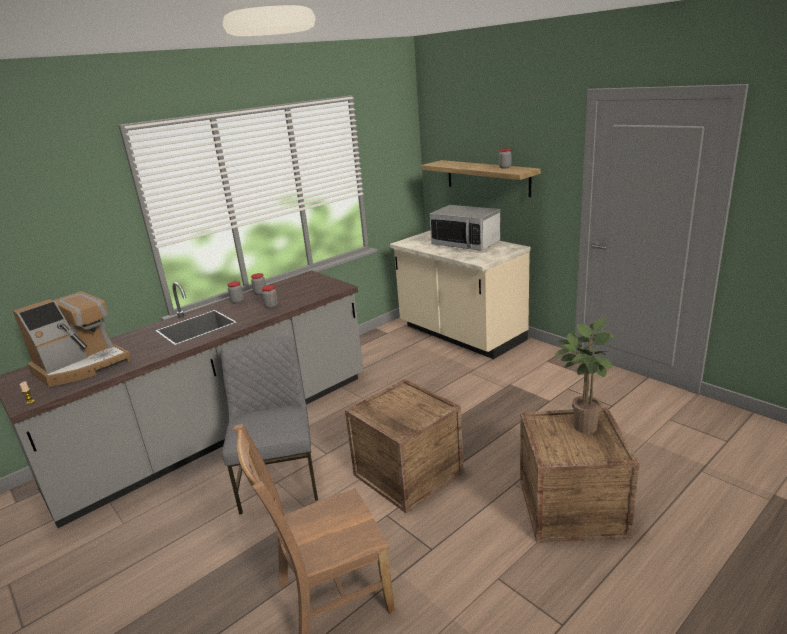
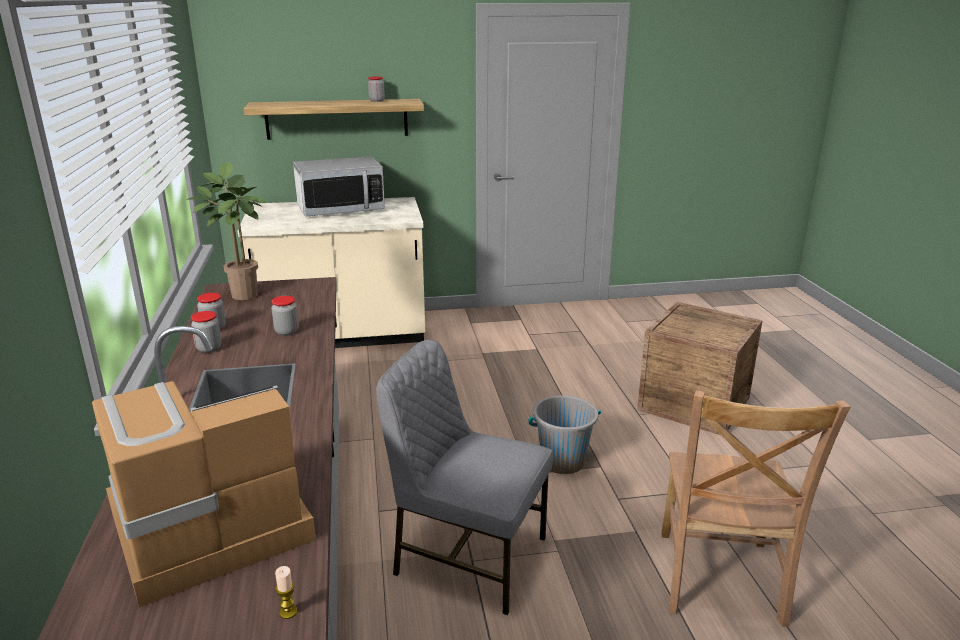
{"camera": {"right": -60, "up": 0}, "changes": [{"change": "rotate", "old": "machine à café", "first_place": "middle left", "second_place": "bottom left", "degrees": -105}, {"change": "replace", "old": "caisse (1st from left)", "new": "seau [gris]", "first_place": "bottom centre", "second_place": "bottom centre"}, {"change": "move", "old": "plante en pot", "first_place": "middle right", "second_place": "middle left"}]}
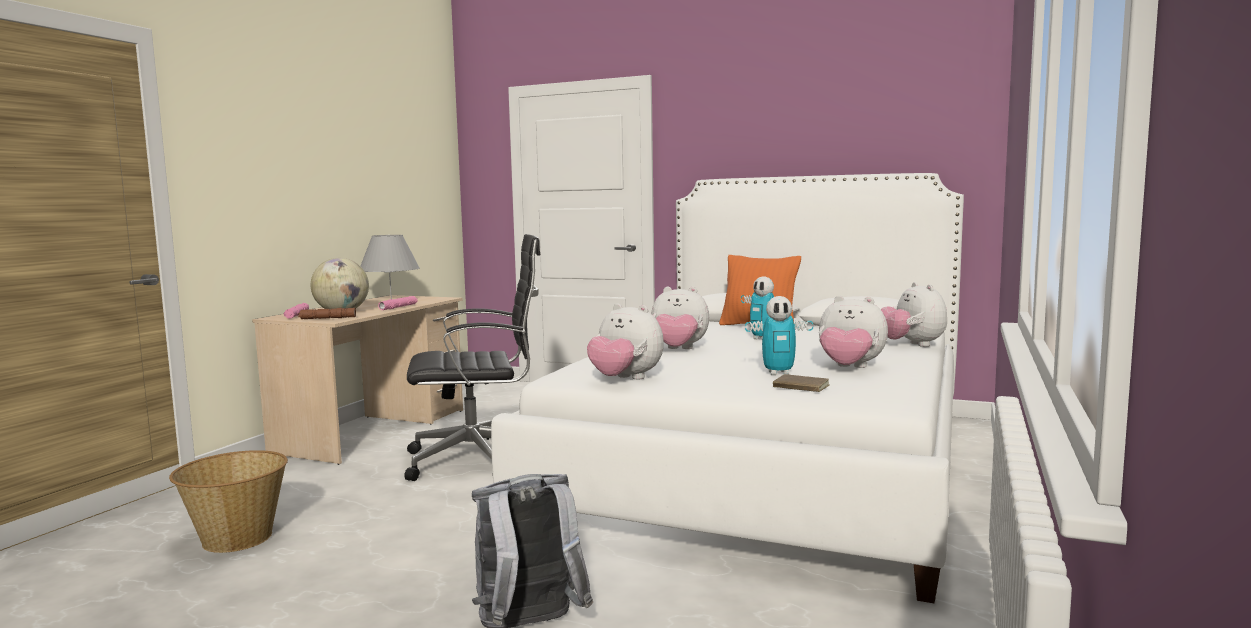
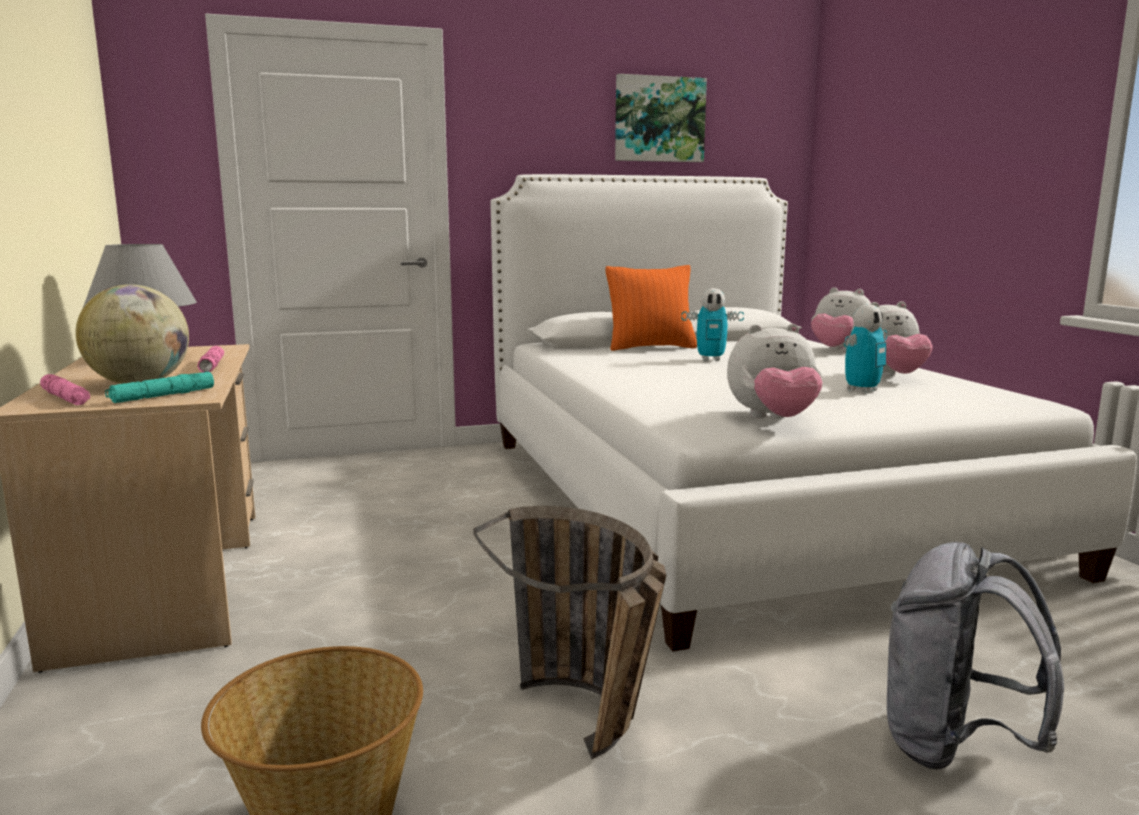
{"camera": {"right": -40, "up": 5}, "changes": [{"change": "recolor", "old": "lampe de poche [marron]", "new": "lampe de poche [turquoise]", "first_place": "middle left", "second_place": "middle left"}, {"change": "delete", "old": "chaise de bureau [noir]", "first_place": "centre"}, {"change": "delete", "old": "peluche (2nd from left)", "first_place": "centre"}, {"change": "delete", "old": "livre [marron]", "first_place": "centre"}, {"change": "insert", "new": "panier (2nd from left)", "second_place": "bottom centre"}, {"change": "insert", "new": "tableau", "second_place": "top centre"}]}
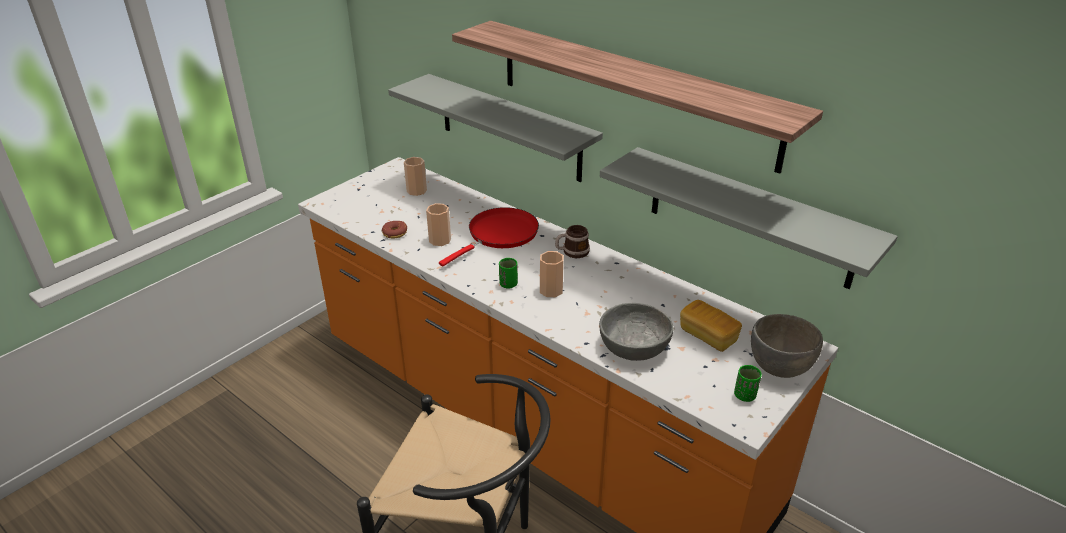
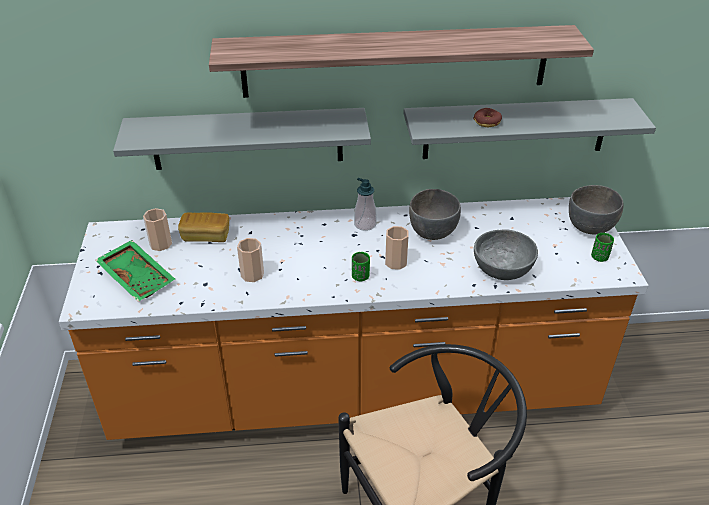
{"camera": {"right": -45, "up": 5}, "changes": [{"change": "move", "old": "beignet", "first_place": "centre", "second_place": "top right"}, {"change": "delete", "old": "poêle [rouge]", "first_place": "centre"}, {"change": "replace", "old": "mug", "new": "distributeur de savon", "first_place": "centre", "second_place": "centre"}, {"change": "move", "old": "pain", "first_place": "middle right", "second_place": "middle left"}, {"change": "insert", "new": "plateau [vert]", "second_place": "middle left"}, {"change": "insert", "new": "bol [gris] (1st from left)", "second_place": "centre"}]}
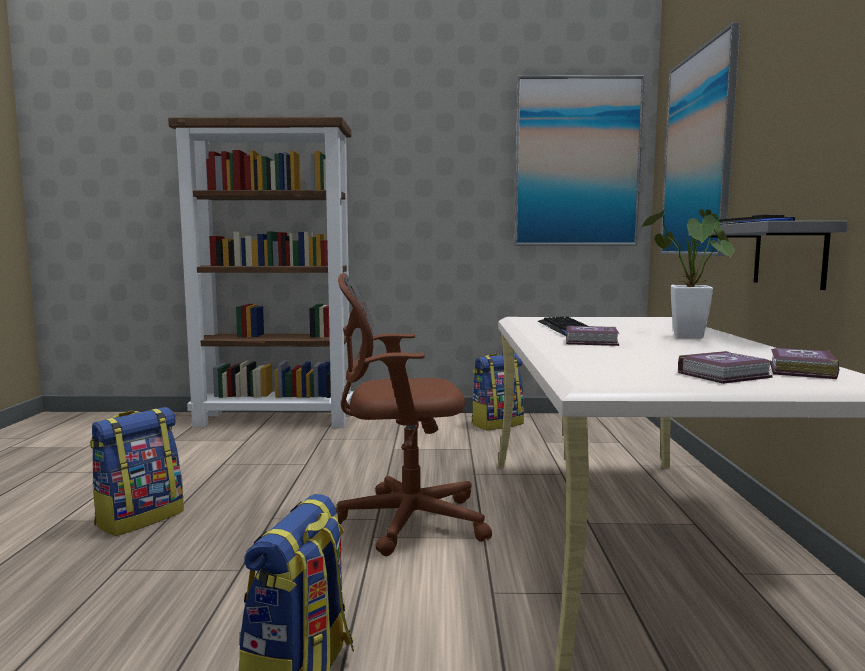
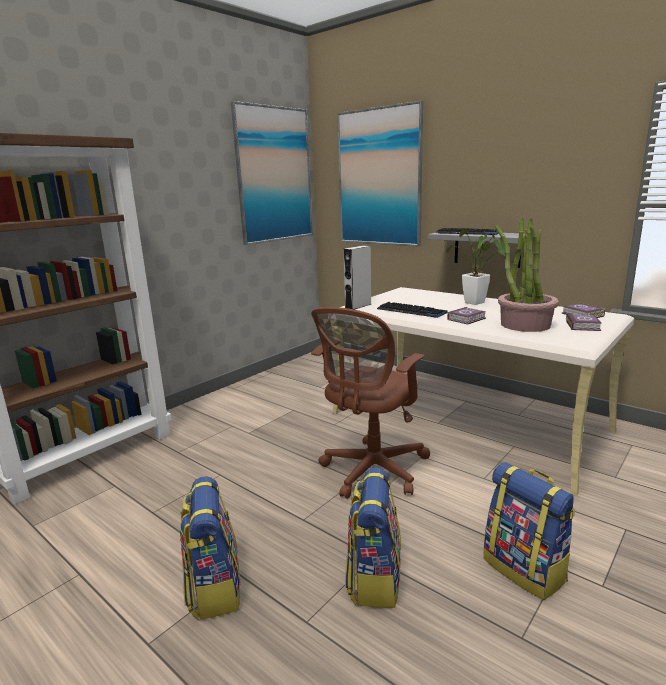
{"camera": {"right": -50, "up": 10}, "changes": [{"change": "move", "old": "sac à dos (3rd from left in the first image)", "new": "sac à dos (2nd from left)", "first_place": "centre", "second_place": "bottom centre"}, {"change": "insert", "new": "enceinte [gris]", "second_place": "centre"}, {"change": "insert", "new": "plante en pot (2nd from left)", "second_place": "middle right"}]}
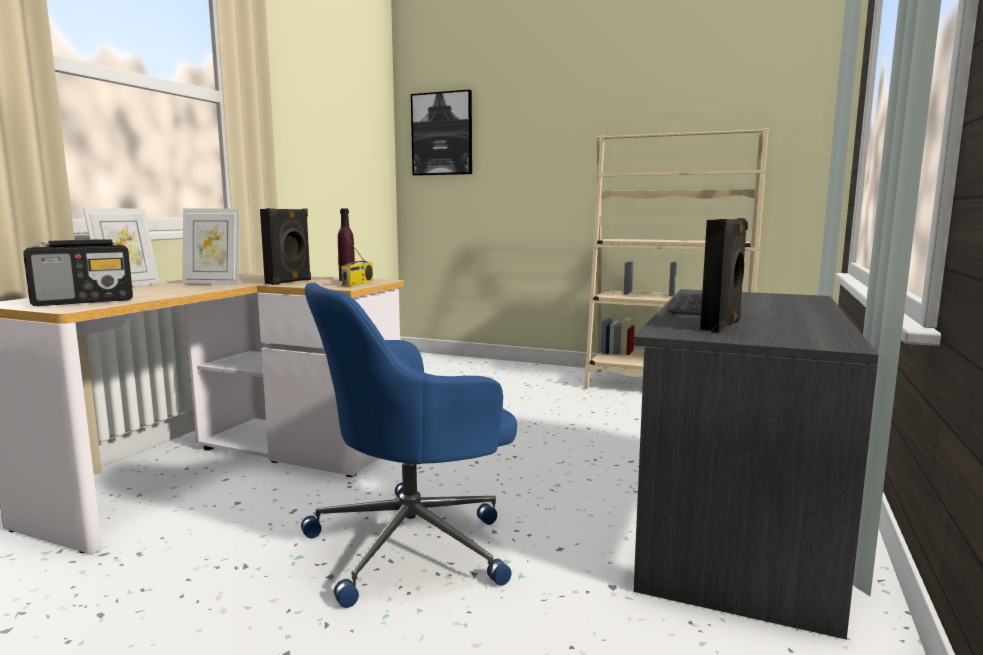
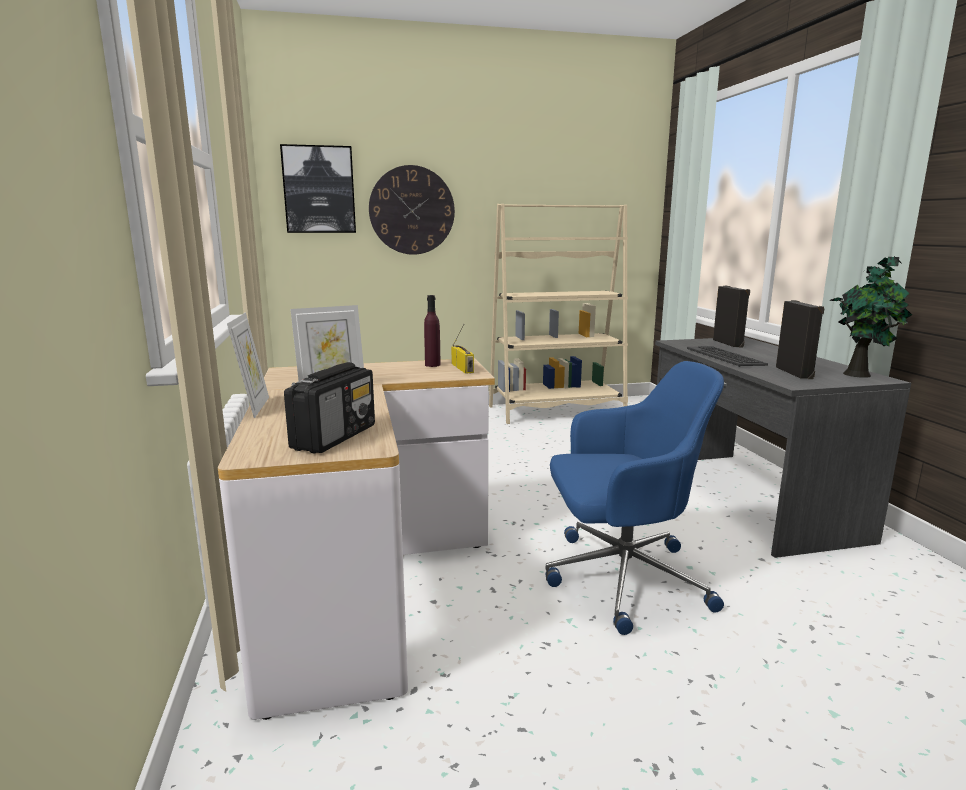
{"camera": {"right": -35, "up": 5}, "changes": [{"change": "move", "old": "enceinte [noir] (1st from left)", "first_place": "middle left", "second_place": "middle right"}, {"change": "rotate", "old": "chaise de bureau [bleu]", "first_place": "bottom centre", "second_place": "centre", "degrees": -120}, {"change": "insert", "new": "horloge murale", "second_place": "top centre"}, {"change": "insert", "new": "plante en pot", "second_place": "middle right"}]}
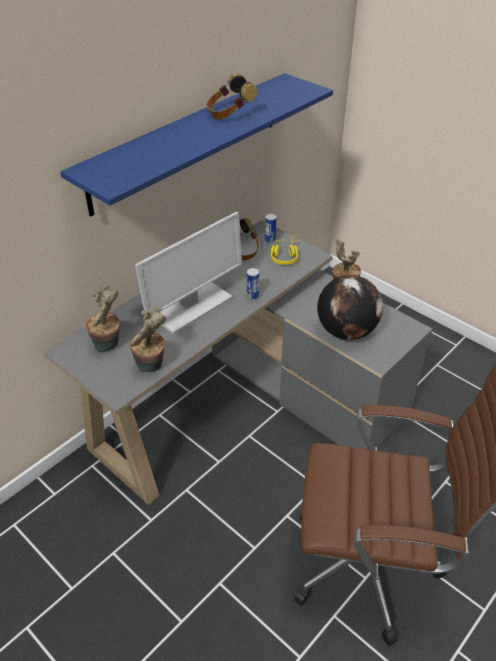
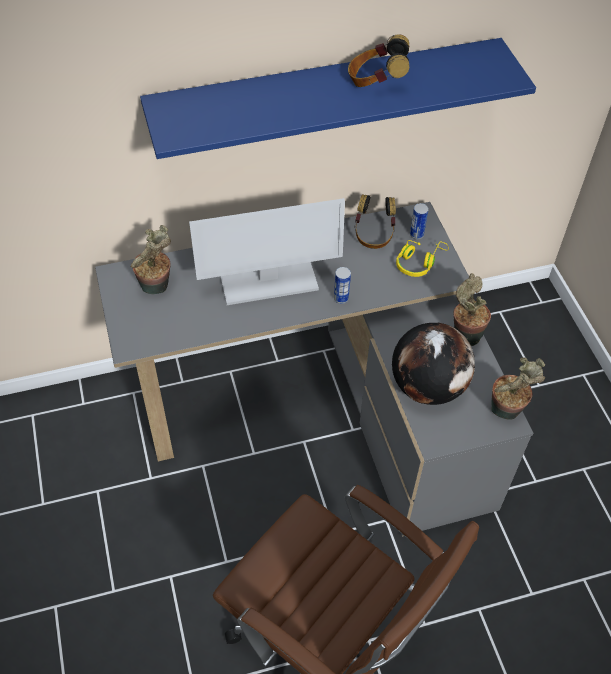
{"camera": {"right": 30, "up": 10}, "changes": [{"change": "move", "old": "plante en pot (2nd from left in the first image)", "new": "plante en pot (3rd from left)", "first_place": "middle left", "second_place": "middle right"}]}
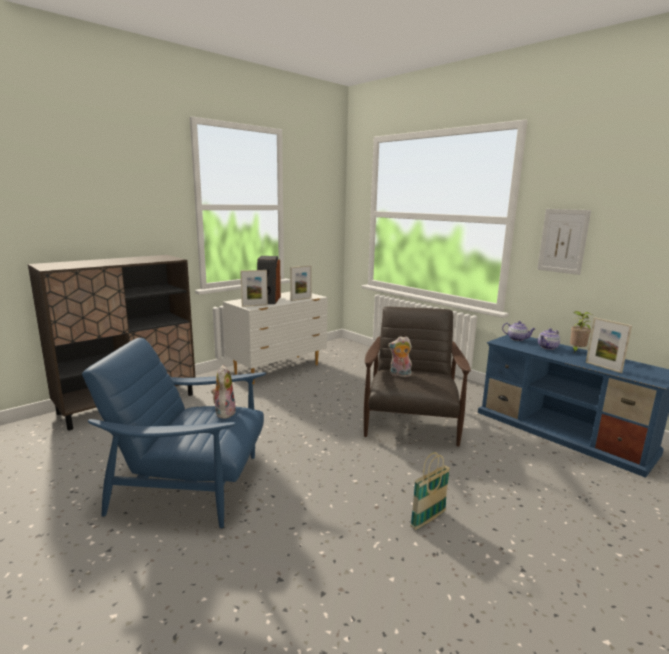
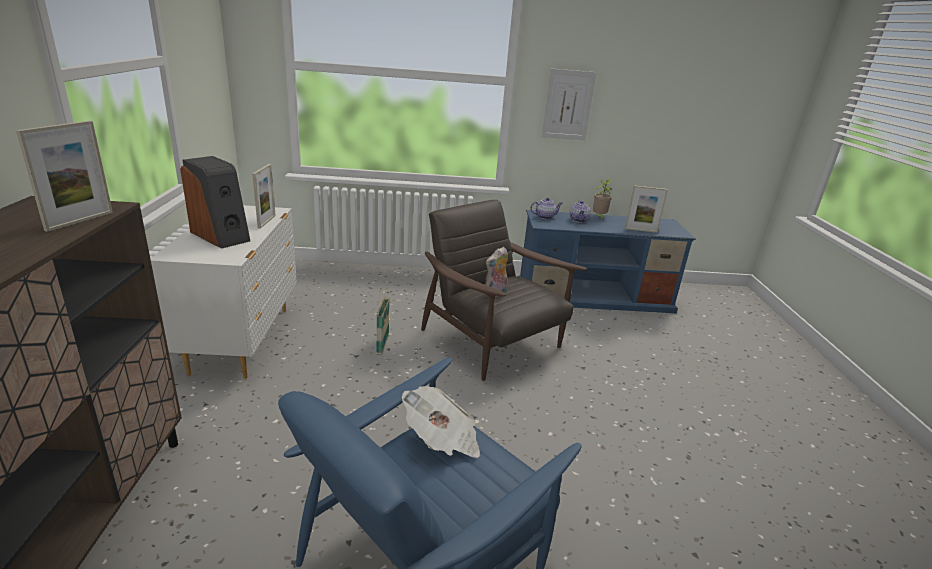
{"camera": {"right": -50, "up": 10}, "changes": [{"change": "replace", "old": "peluche (1st from left)", "new": "journal", "first_place": "centre", "second_place": "bottom centre"}, {"change": "move", "old": "cadre photo (1st from left)", "first_place": "centre", "second_place": "top left"}, {"change": "move", "old": "panier", "first_place": "bottom centre", "second_place": "centre"}]}
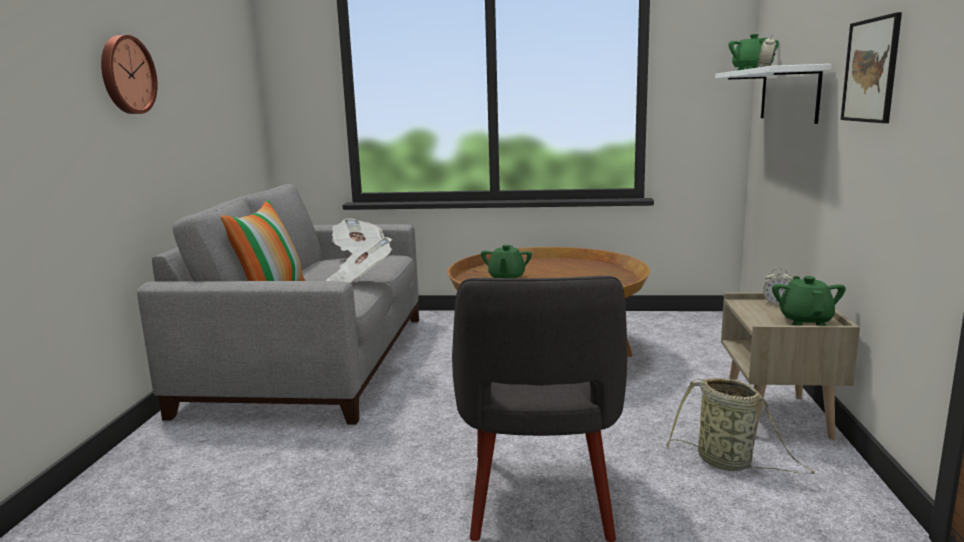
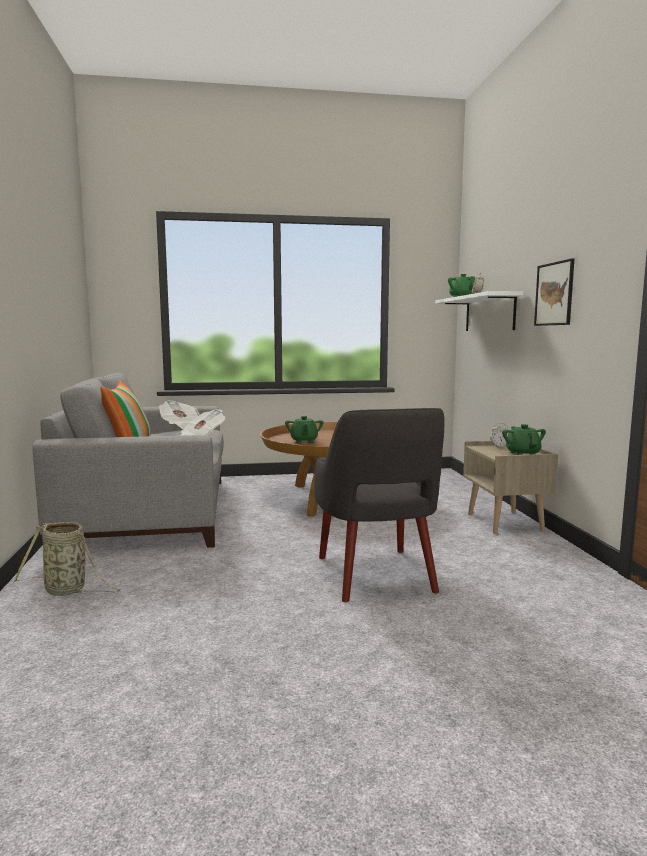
{"camera": {"right": -15, "up": -5}, "changes": [{"change": "delete", "old": "horloge murale", "first_place": "top left"}, {"change": "move", "old": "panier", "first_place": "bottom right", "second_place": "middle left"}]}
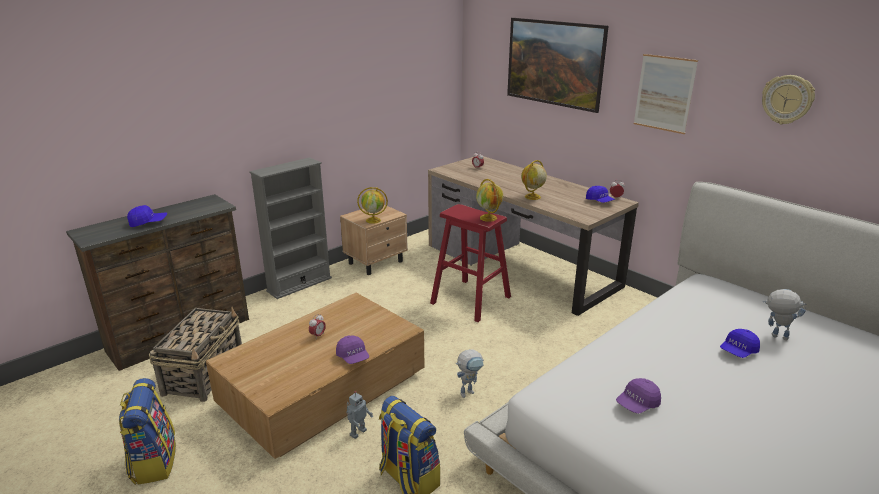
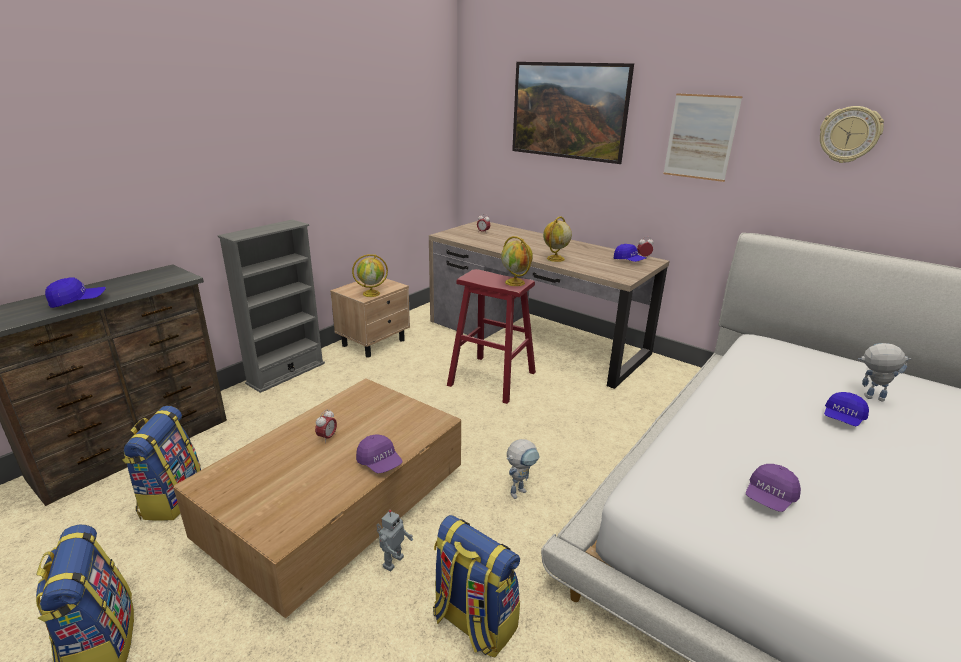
{"camera": {"right": -10, "up": 0}, "changes": [{"change": "replace", "old": "panier", "new": "sac à dos (2nd from left)", "first_place": "bottom left", "second_place": "bottom left"}]}
